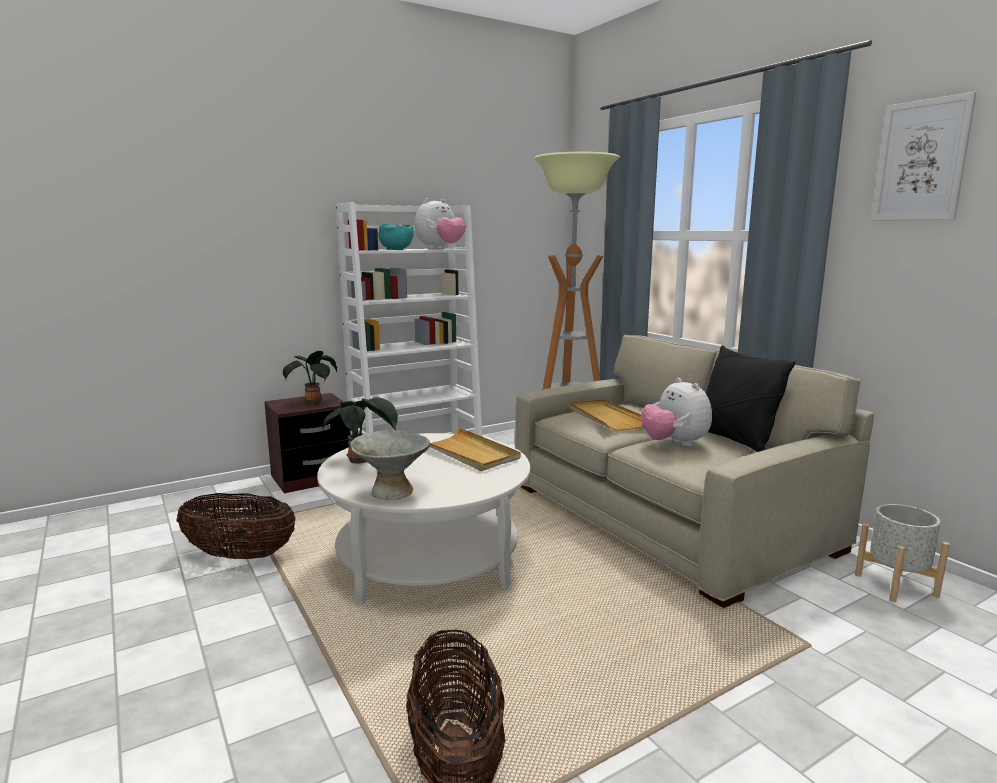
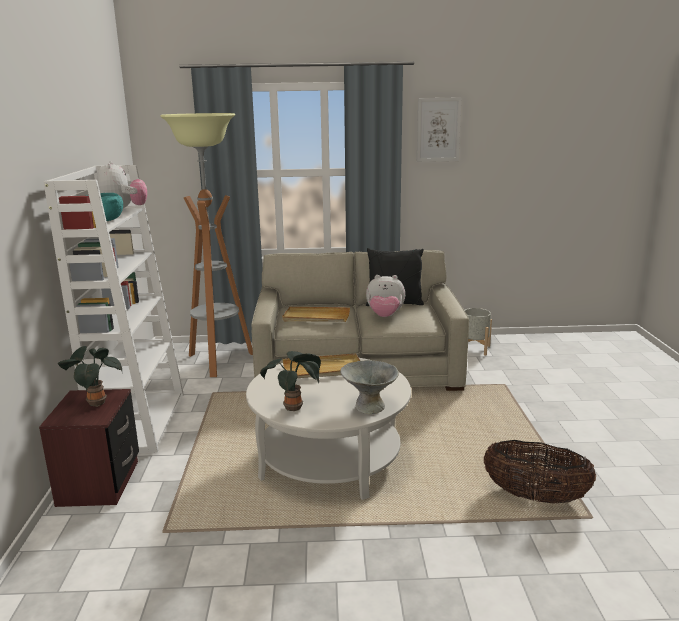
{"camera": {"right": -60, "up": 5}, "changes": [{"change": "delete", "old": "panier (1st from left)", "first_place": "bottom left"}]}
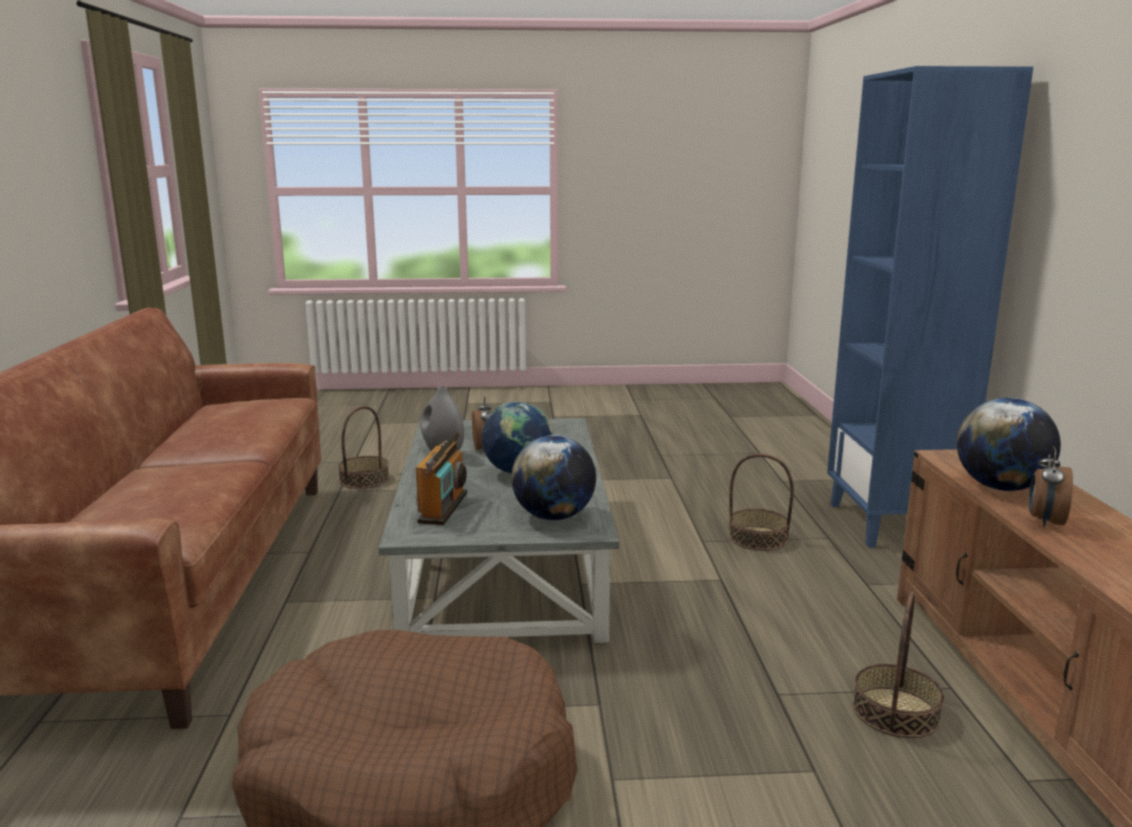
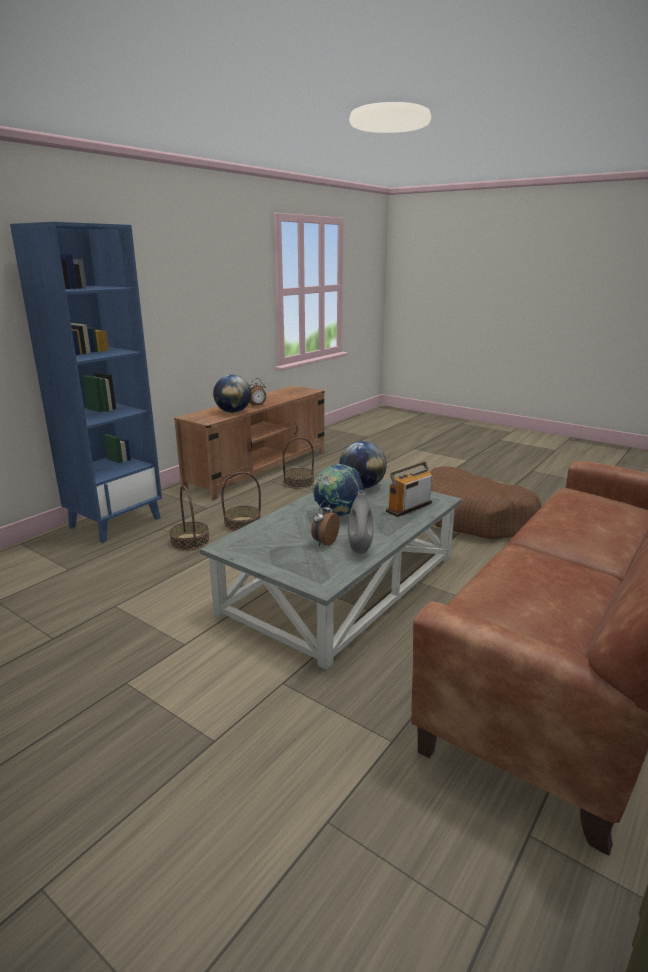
{"camera": {"right": -140, "up": 5}, "changes": [{"change": "move", "old": "panier (1st from left in the first image)", "new": "panier (2nd from left)", "first_place": "middle left", "second_place": "centre"}]}
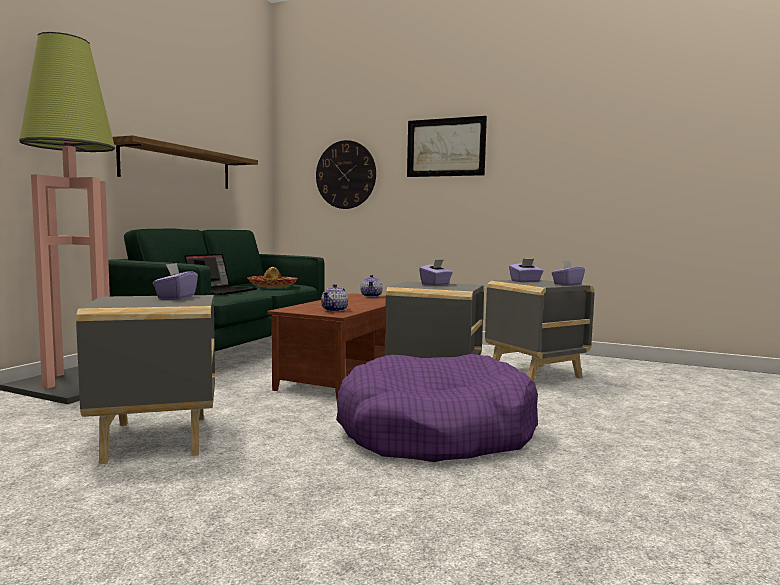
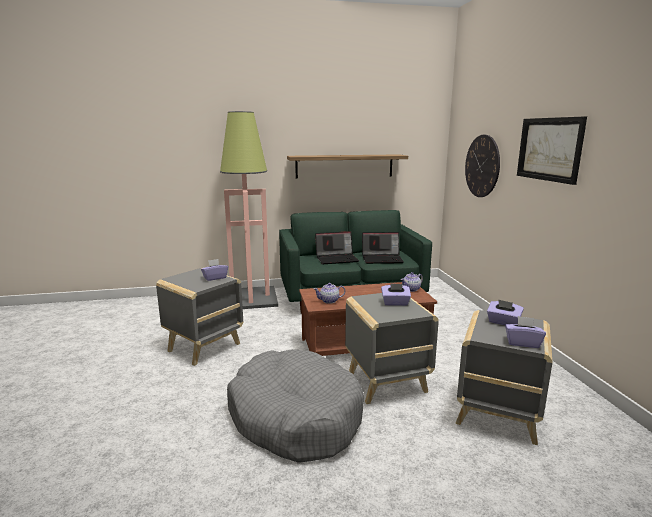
{"camera": {"right": 55, "up": 10}, "changes": [{"change": "replace", "old": "chapeau", "new": "ordinateur portable (2nd from left)", "first_place": "centre", "second_place": "centre"}, {"change": "recolor", "old": "panier pour chien [violet]", "new": "panier pour chien [gris]", "first_place": "bottom centre", "second_place": "bottom centre"}]}
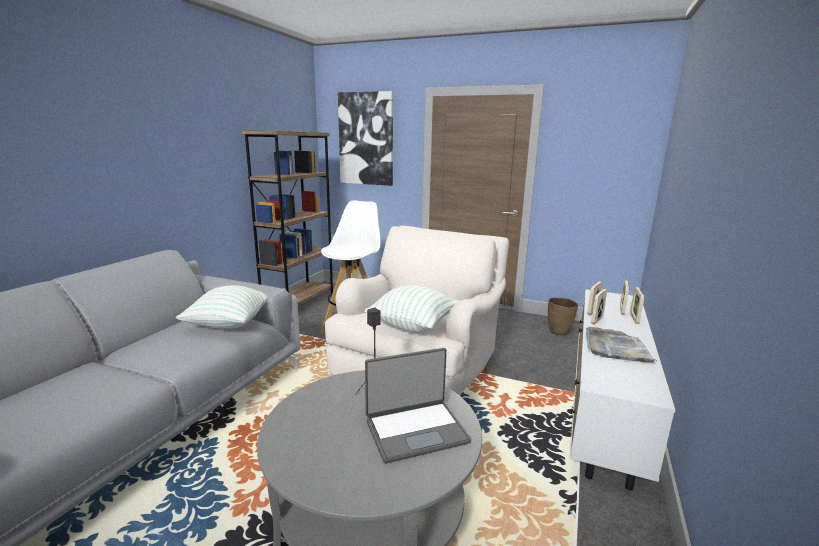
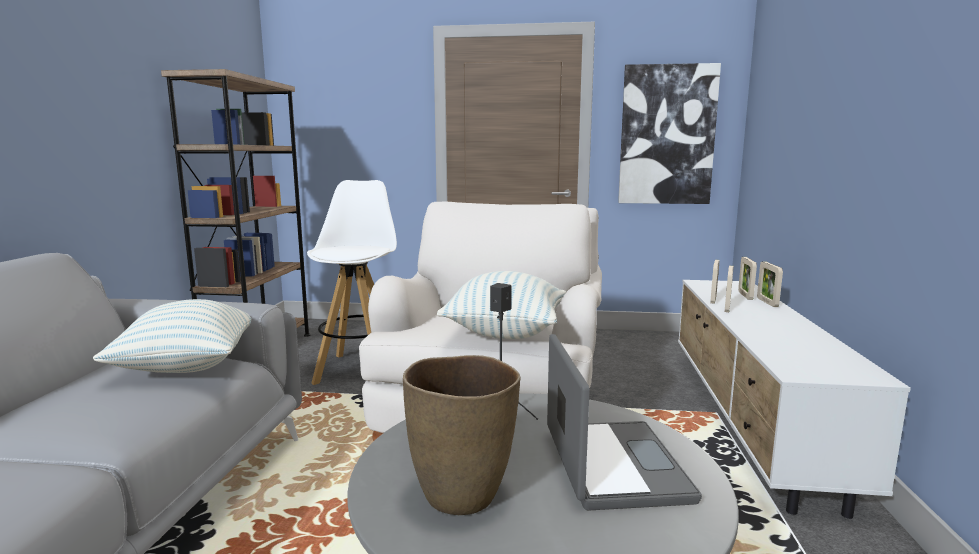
{"camera": {"right": -15, "up": -5}, "changes": [{"change": "move", "old": "tableau", "first_place": "top centre", "second_place": "top right"}, {"change": "rotate", "old": "ordinateur portable", "first_place": "bottom centre", "second_place": "bottom centre", "degrees": -60}, {"change": "move", "old": "vase [marron]", "first_place": "middle right", "second_place": "bottom centre"}, {"change": "delete", "old": "plateau [gris]", "first_place": "middle right"}]}
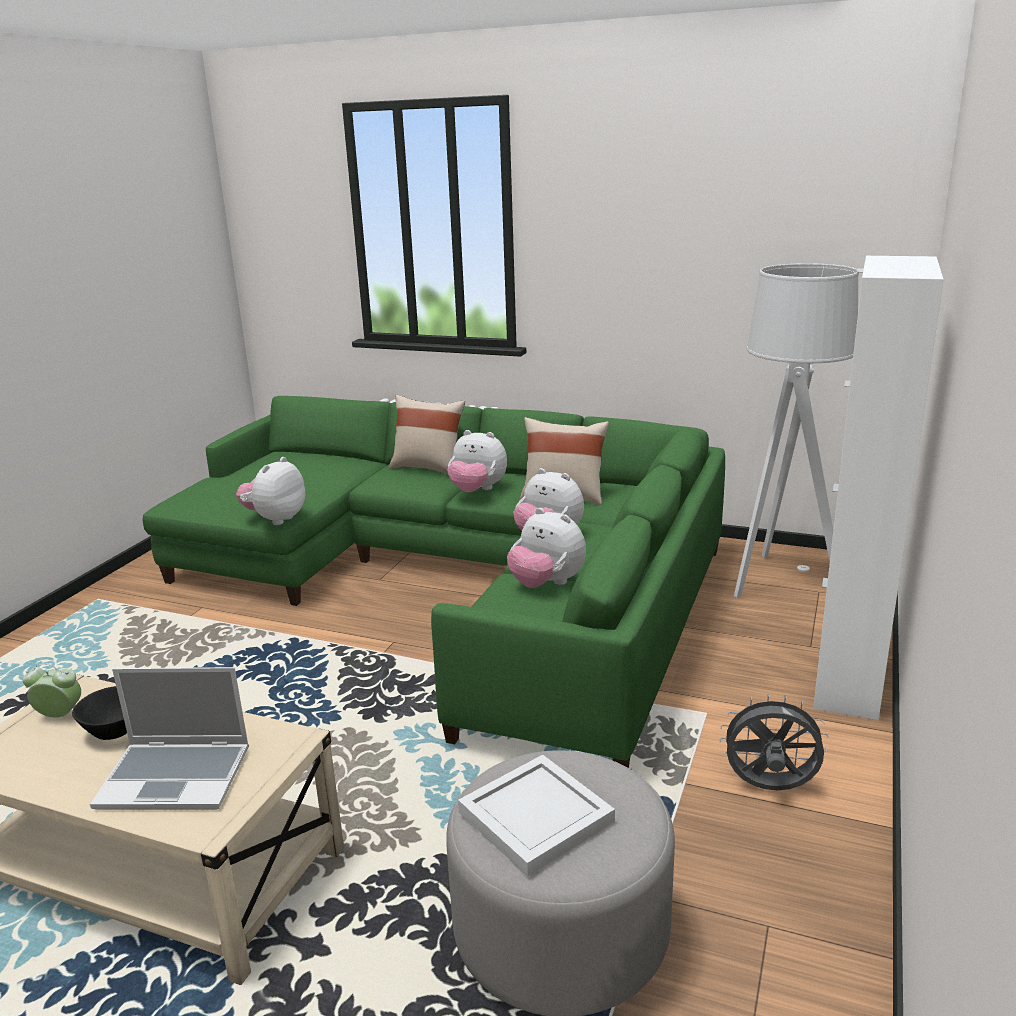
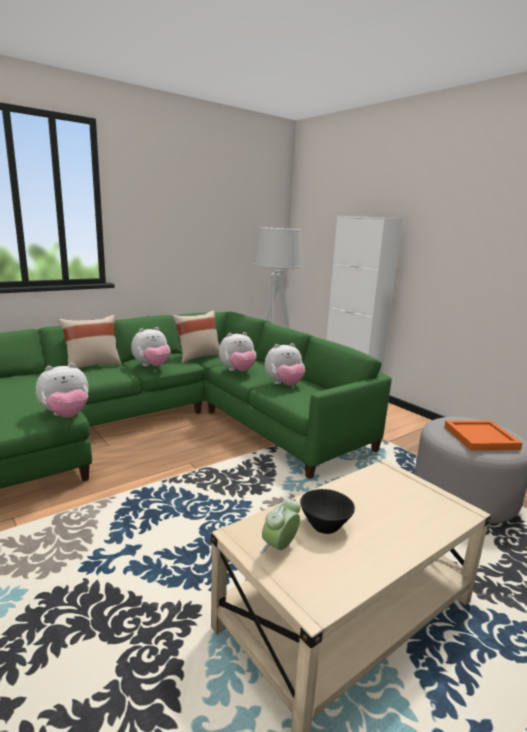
{"camera": {"right": -60, "up": -5}, "changes": [{"change": "delete", "old": "ordinateur portable", "first_place": "bottom left"}, {"change": "rotate", "old": "peluche (1st from left)", "first_place": "middle left", "second_place": "middle left", "degrees": -90}, {"change": "recolor", "old": "plateau [blanc]", "new": "plateau [orange]", "first_place": "bottom centre", "second_place": "middle right"}, {"change": "delete", "old": "ventilateur [gris]", "first_place": "bottom right"}]}
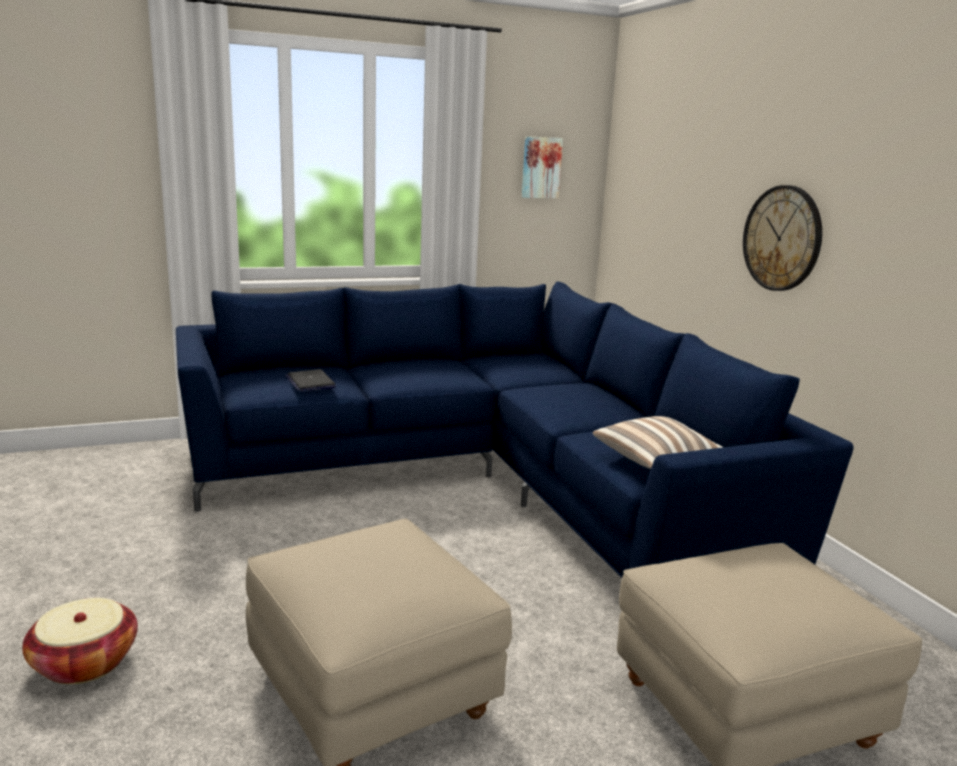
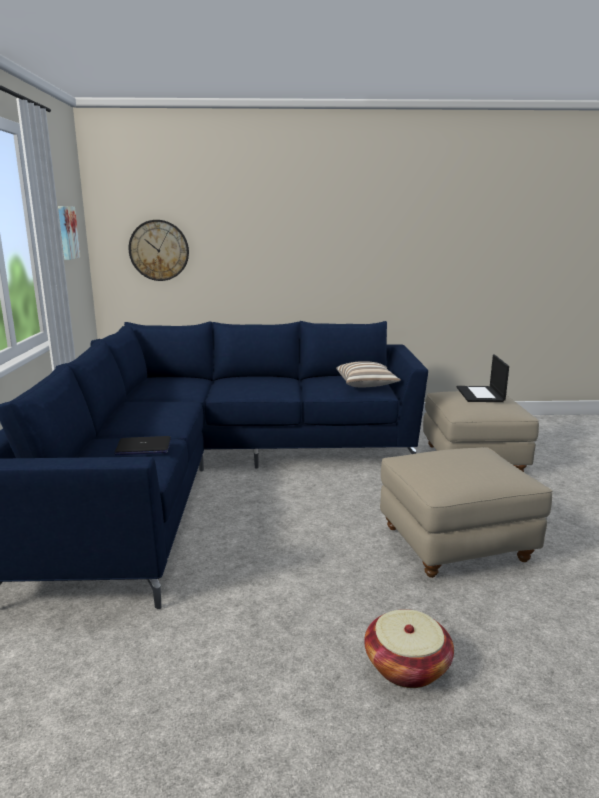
{"camera": {"right": -70, "up": 0}, "changes": [{"change": "move", "old": "horloge murale", "first_place": "top right", "second_place": "top left"}, {"change": "insert", "new": "ordinateur portable (2nd from left)", "second_place": "middle right"}]}
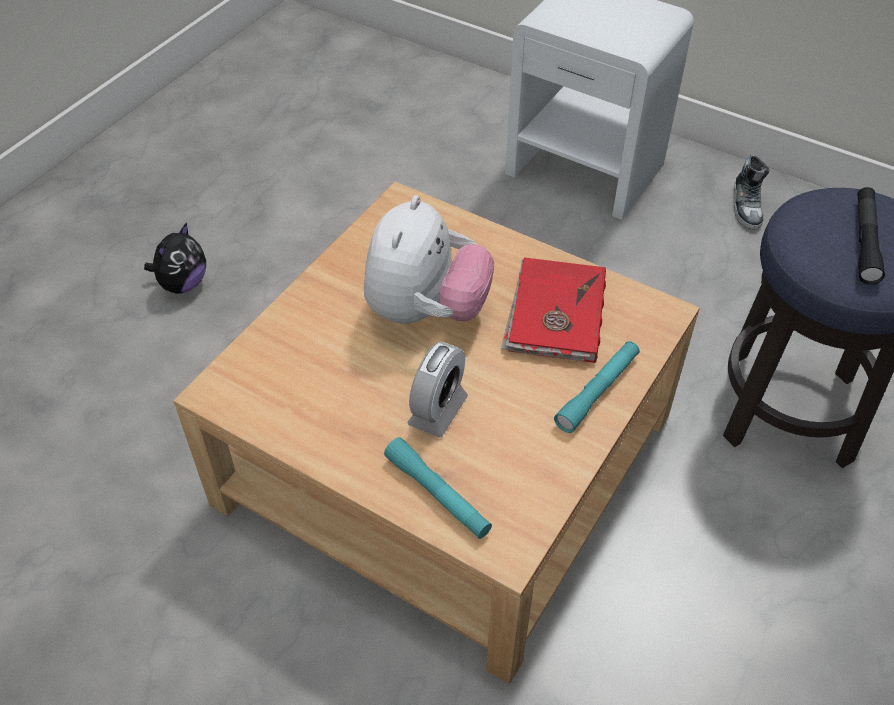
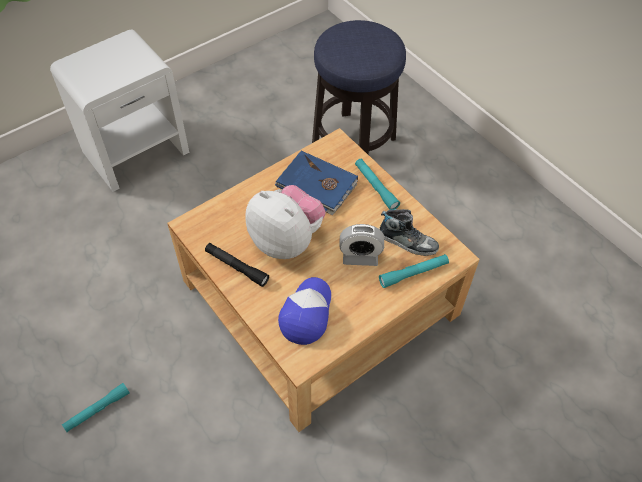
{"camera": {"right": -70, "up": 5}, "changes": [{"change": "replace", "old": "peluche (1st from left)", "new": "lampe de poche [turquoise] (1st from left)", "first_place": "middle left", "second_place": "bottom left"}, {"change": "rotate", "old": "réveil", "first_place": "centre", "second_place": "centre", "degrees": 135}, {"change": "recolor", "old": "livre [rouge]", "new": "livre [bleu]", "first_place": "centre", "second_place": "centre"}, {"change": "move", "old": "chaussure", "first_place": "top right", "second_place": "centre"}, {"change": "move", "old": "lampe de poche [noir]", "first_place": "middle right", "second_place": "centre"}, {"change": "insert", "new": "casquette", "second_place": "centre"}]}
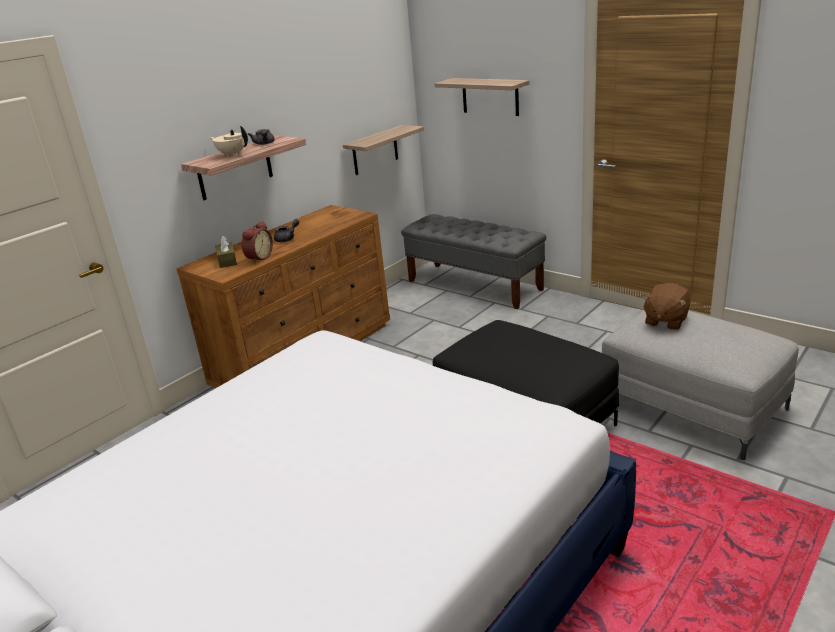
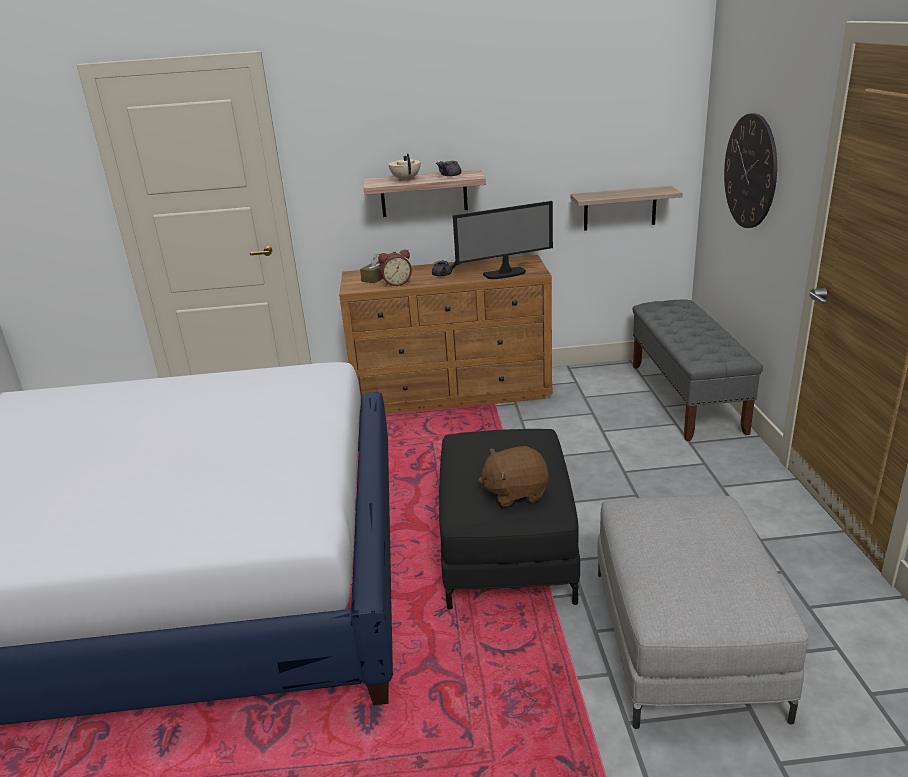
{"camera": {"right": 45, "up": 0}, "changes": [{"change": "replace", "old": "étagère (3rd from left)", "new": "horloge murale", "first_place": "top centre", "second_place": "top right"}, {"change": "move", "old": "peluche [marron]", "first_place": "middle right", "second_place": "centre"}, {"change": "insert", "new": "écran d'ordinateur", "second_place": "top centre"}]}
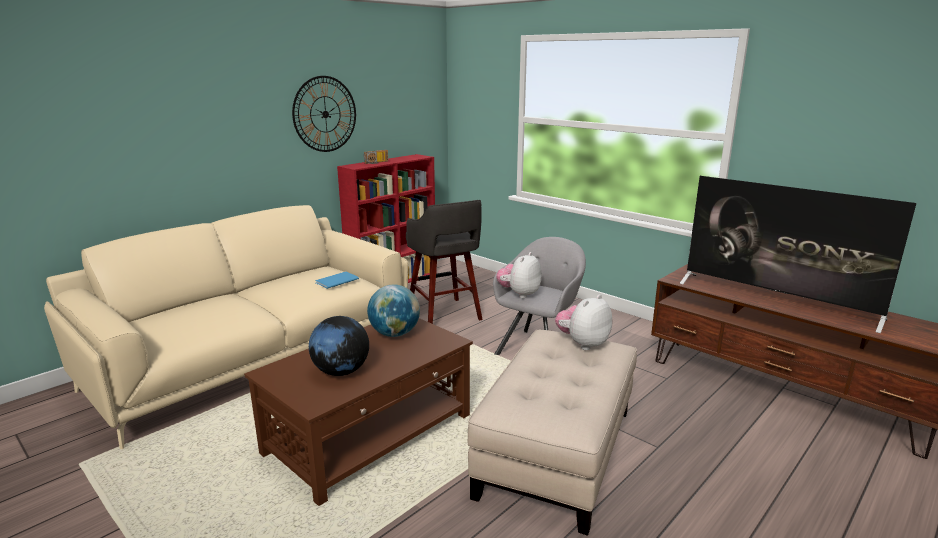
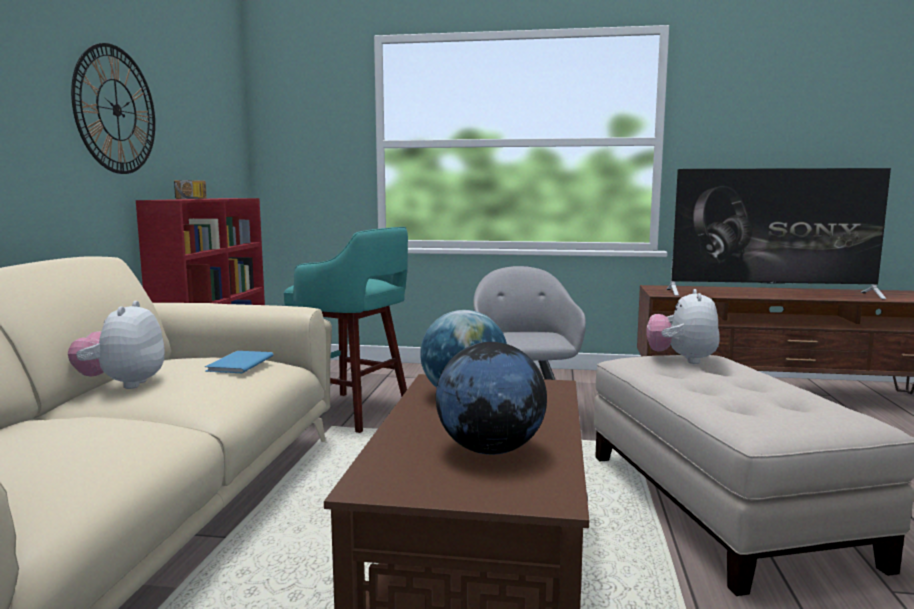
{"camera": {"right": -35, "up": -10}, "changes": [{"change": "recolor", "old": "tabouret [gris]", "new": "tabouret [turquoise]", "first_place": "centre", "second_place": "centre"}, {"change": "move", "old": "peluche (1st from left)", "first_place": "centre", "second_place": "middle left"}]}
